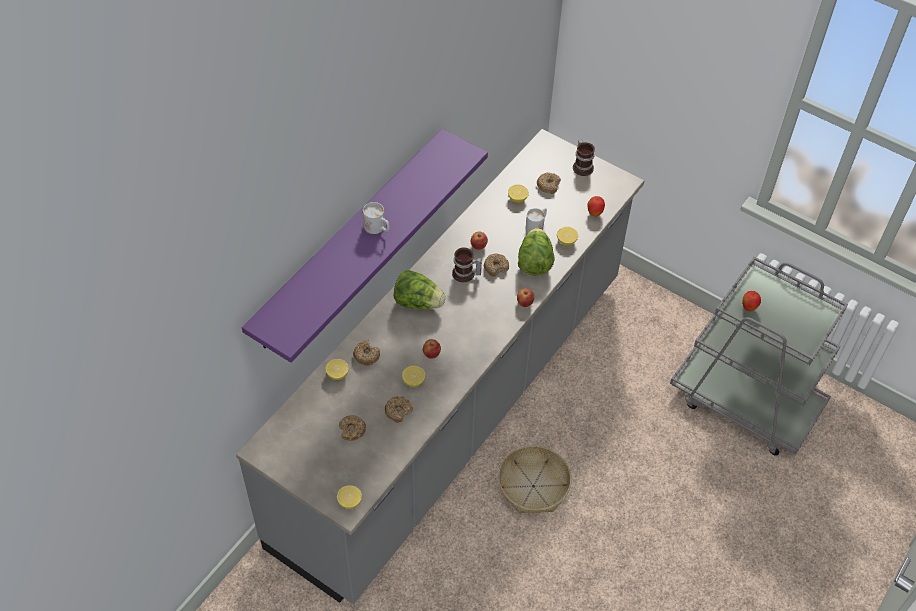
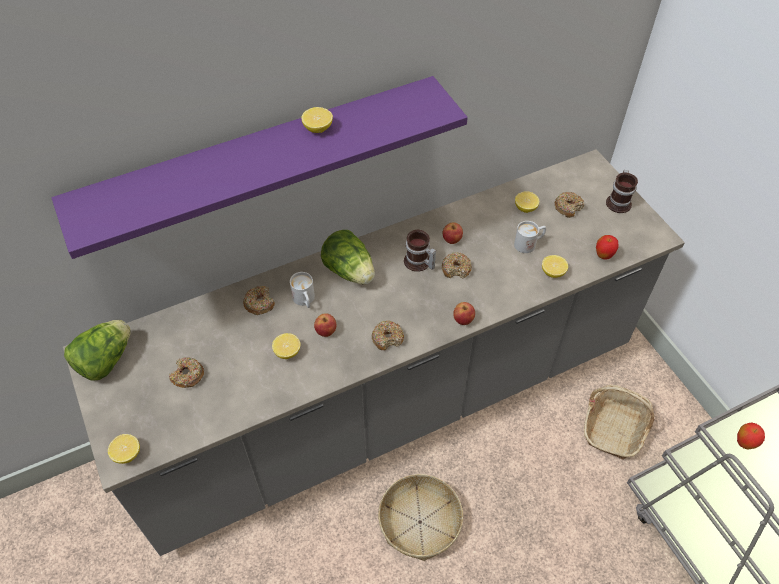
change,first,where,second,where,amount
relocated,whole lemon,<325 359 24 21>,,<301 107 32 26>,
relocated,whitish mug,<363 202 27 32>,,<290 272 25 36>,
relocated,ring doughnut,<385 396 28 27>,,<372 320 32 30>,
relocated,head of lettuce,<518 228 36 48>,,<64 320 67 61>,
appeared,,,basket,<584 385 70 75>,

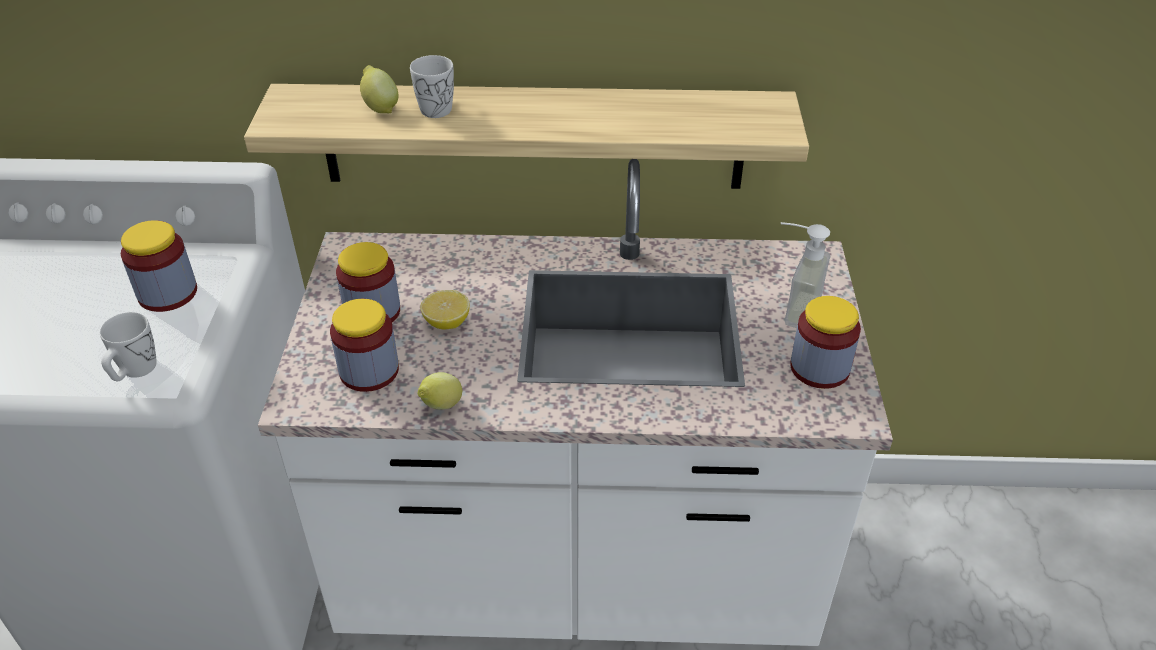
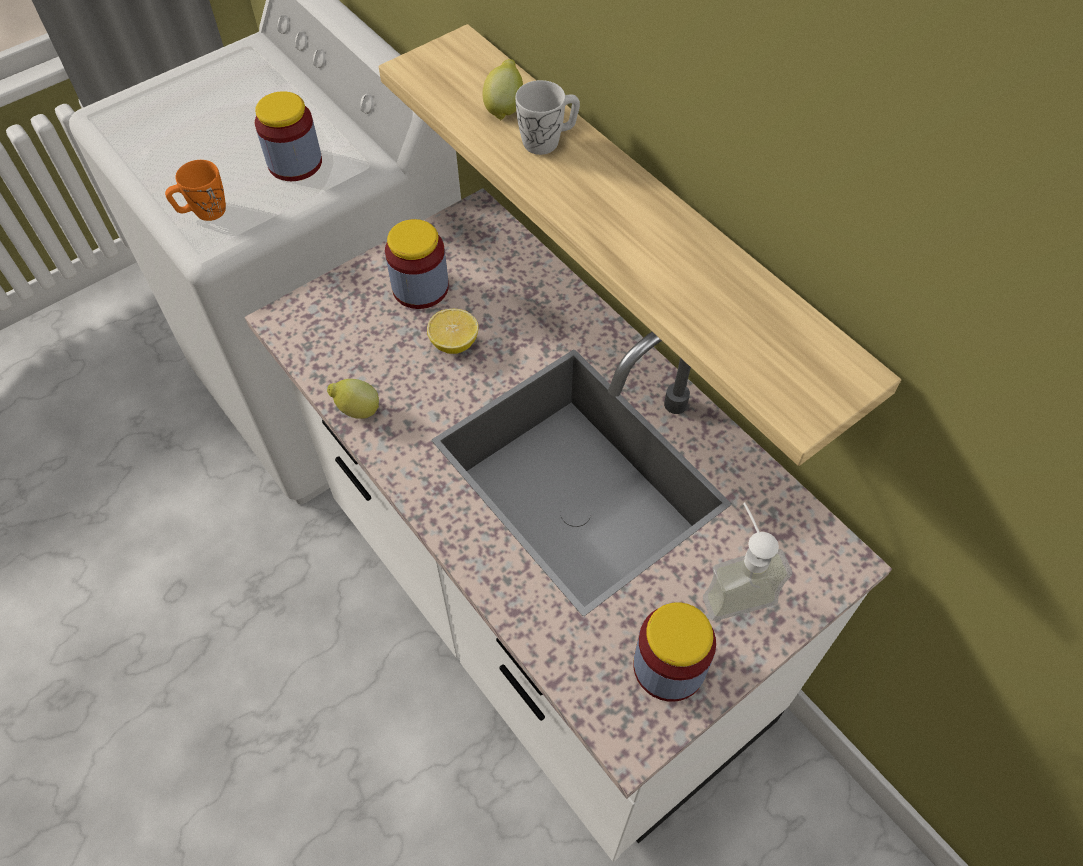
change,first,where,second,where,amount
colour,whitish mug,<100 312 57 69>,orange-coloured mug,<165 160 61 61>,
missing,jar,<330 299 69 93>,,,

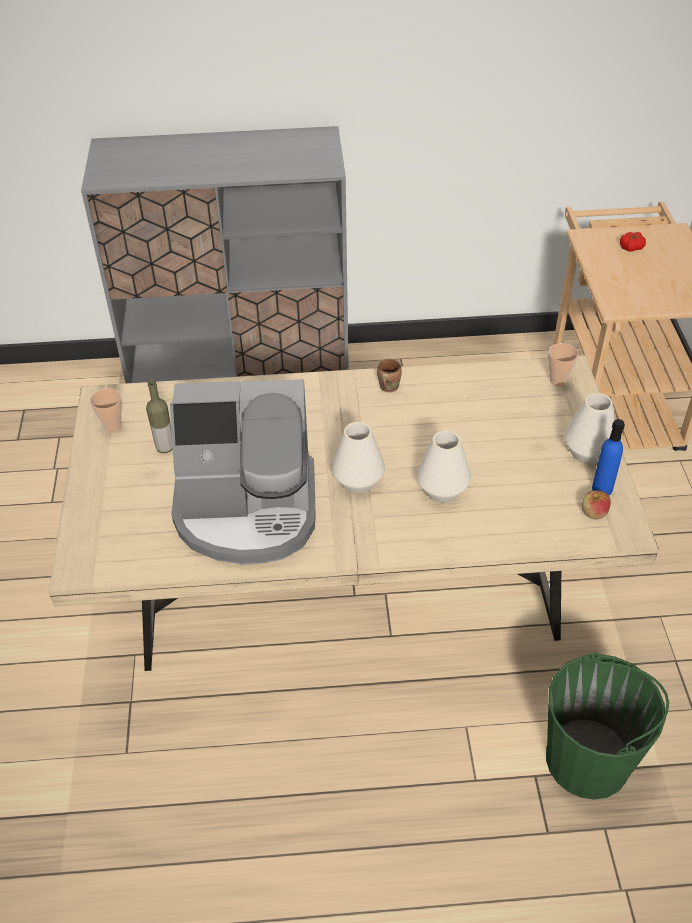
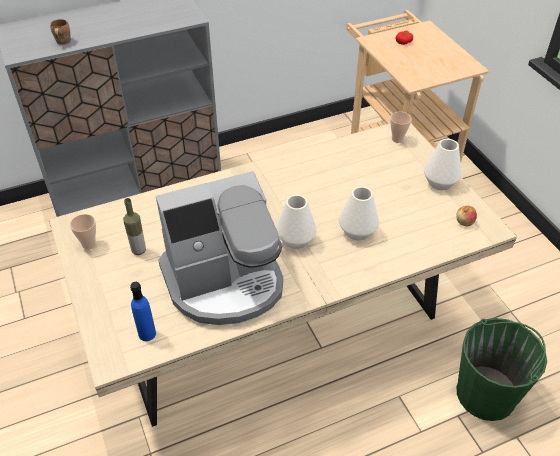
change,first,where,second,where,amount
relocated,brown-coloured mug,<377 359 25 33>,,<50 19 21 26>,
relocated,bluish bottle,<592 419 33 77>,,<130 282 26 59>,

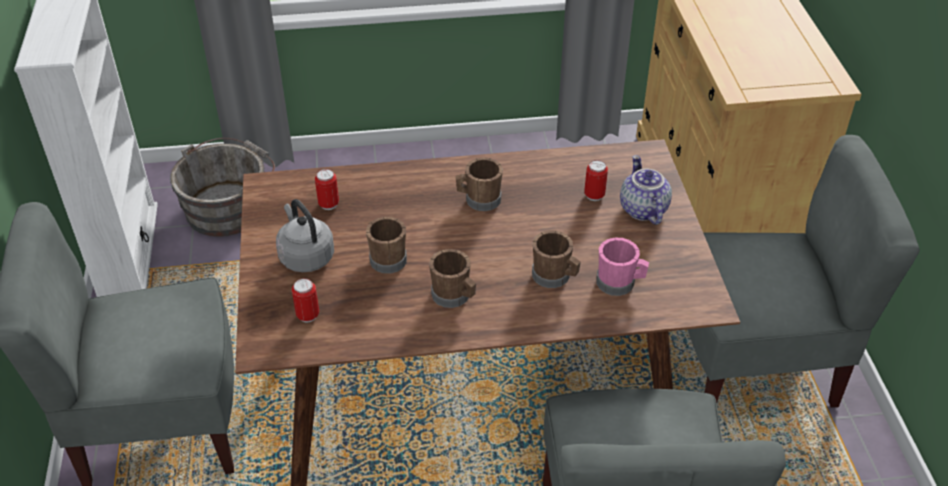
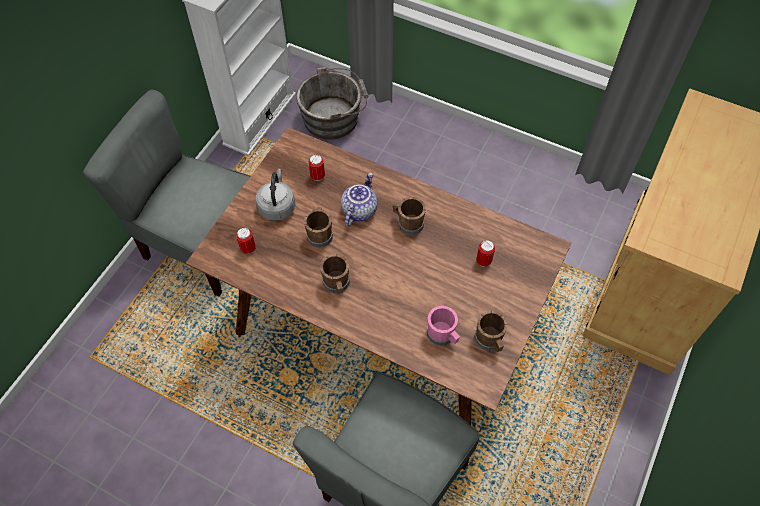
change,first,where,second,where,amount
relocated,brown-coloured mug,<532 230 49 58>,,<474 311 34 41>,
relocated,pot for tea,<620 155 52 70>,,<341 173 37 54>,
missing,gray plain chair,<687 135 233 273>,,,

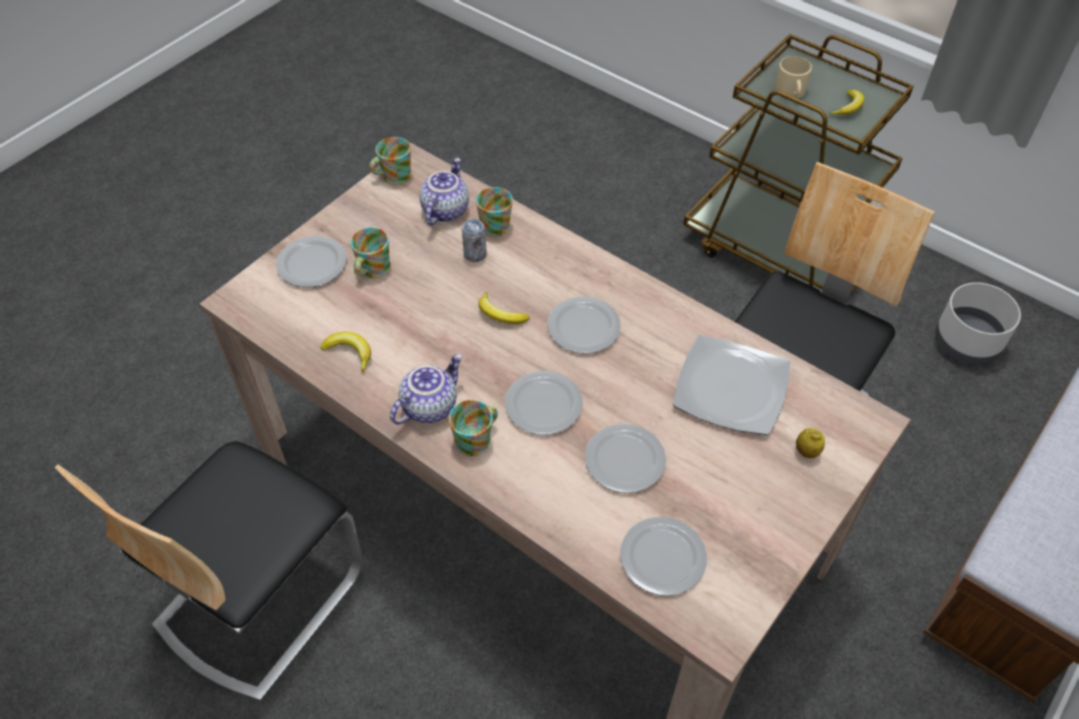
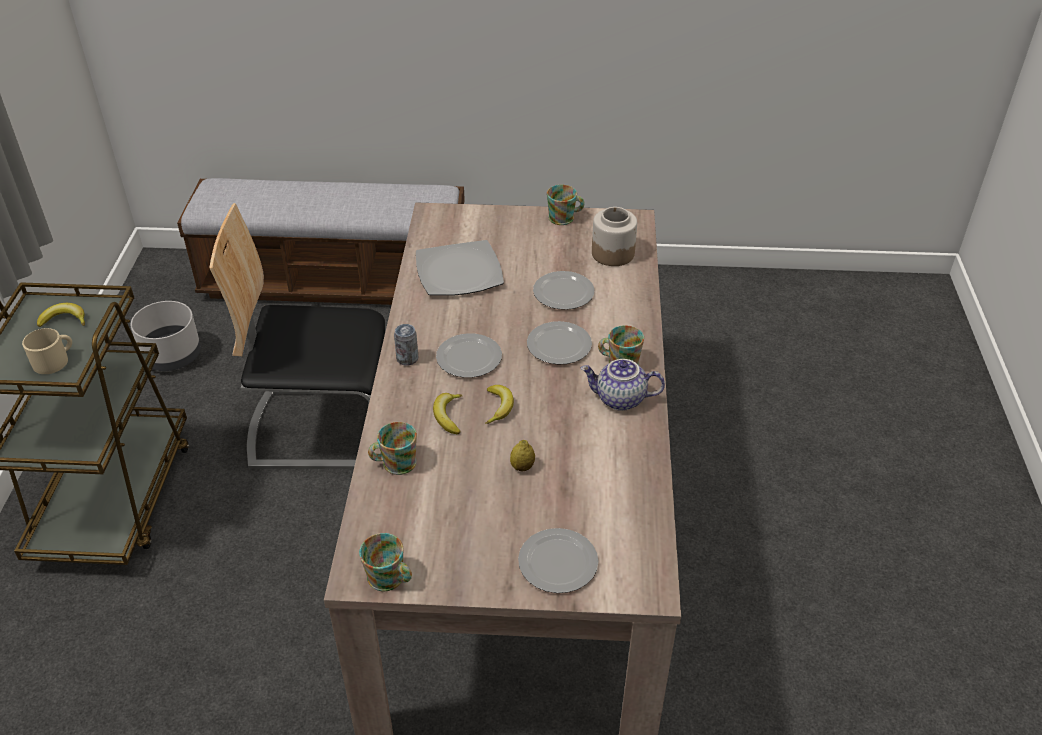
change,first,where,second,where,amount
missing,plain chair,<55 441 308 260>,,,
relocated,whole banana,<321 332 50 41>,,<433 393 29 41>,
relocated,mug,<350 227 41 51>,,<547 185 37 40>,
missing,pot for tea,<419 158 50 68>,,,
relocated,metal can,<462 219 25 43>,,<394 324 24 42>,
exchanged,flat dish,<620 517 87 79>,jar,<592 207 45 59>,
relocated,whole lemon,<796 428 29 30>,,<510 440 25 32>,

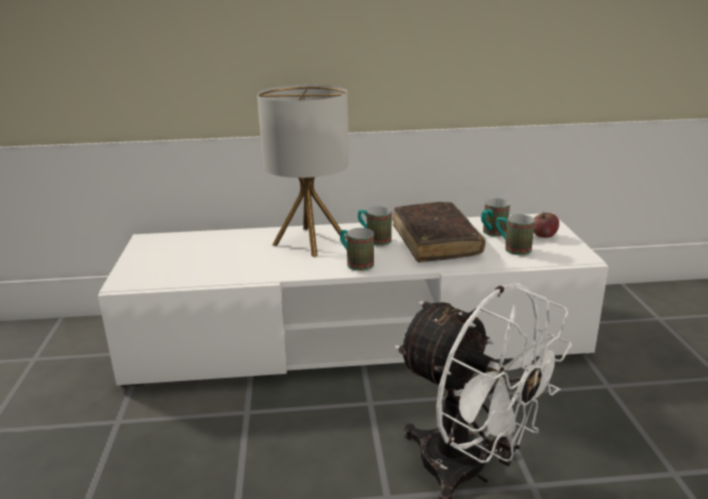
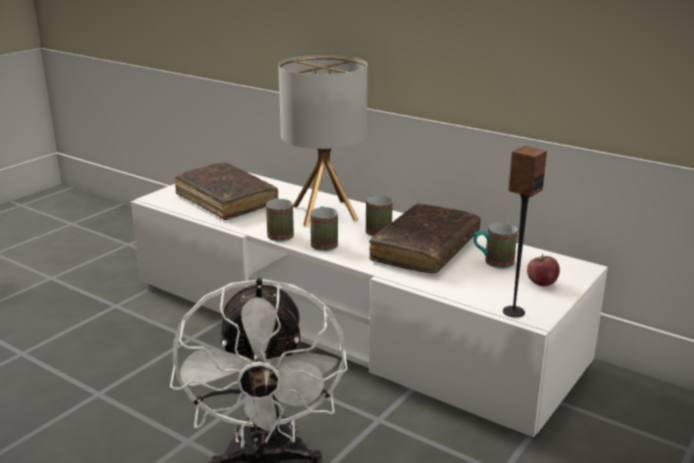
change,first,where,second,where,amount
relocated,mug,<496 214 39 41>,,<266 198 28 43>,
appeared,,,brown-coloured volume,<175 162 103 58>,
appeared,,,loudspeaker,<503 146 44 172>,

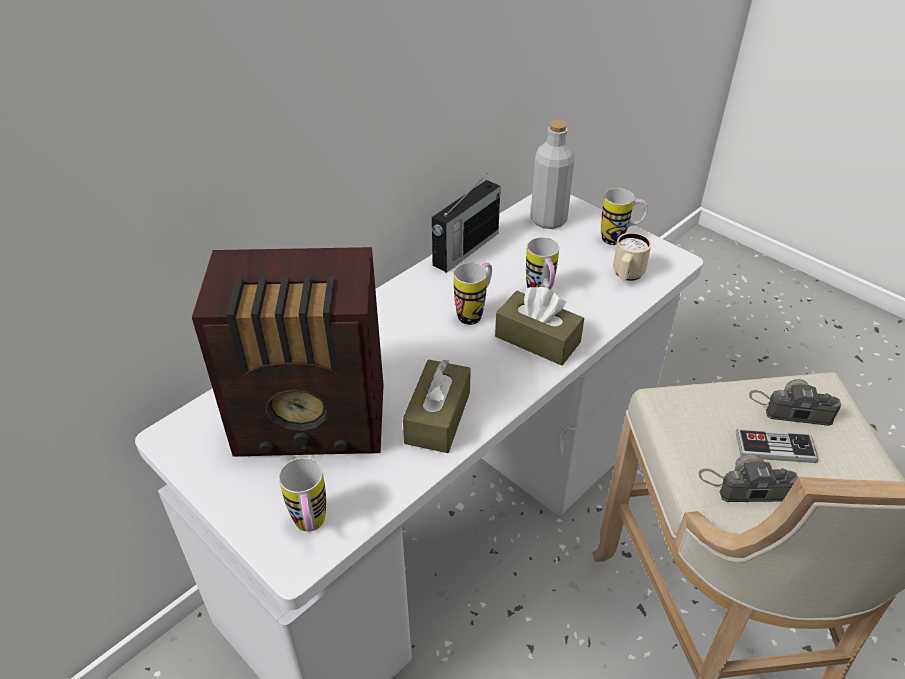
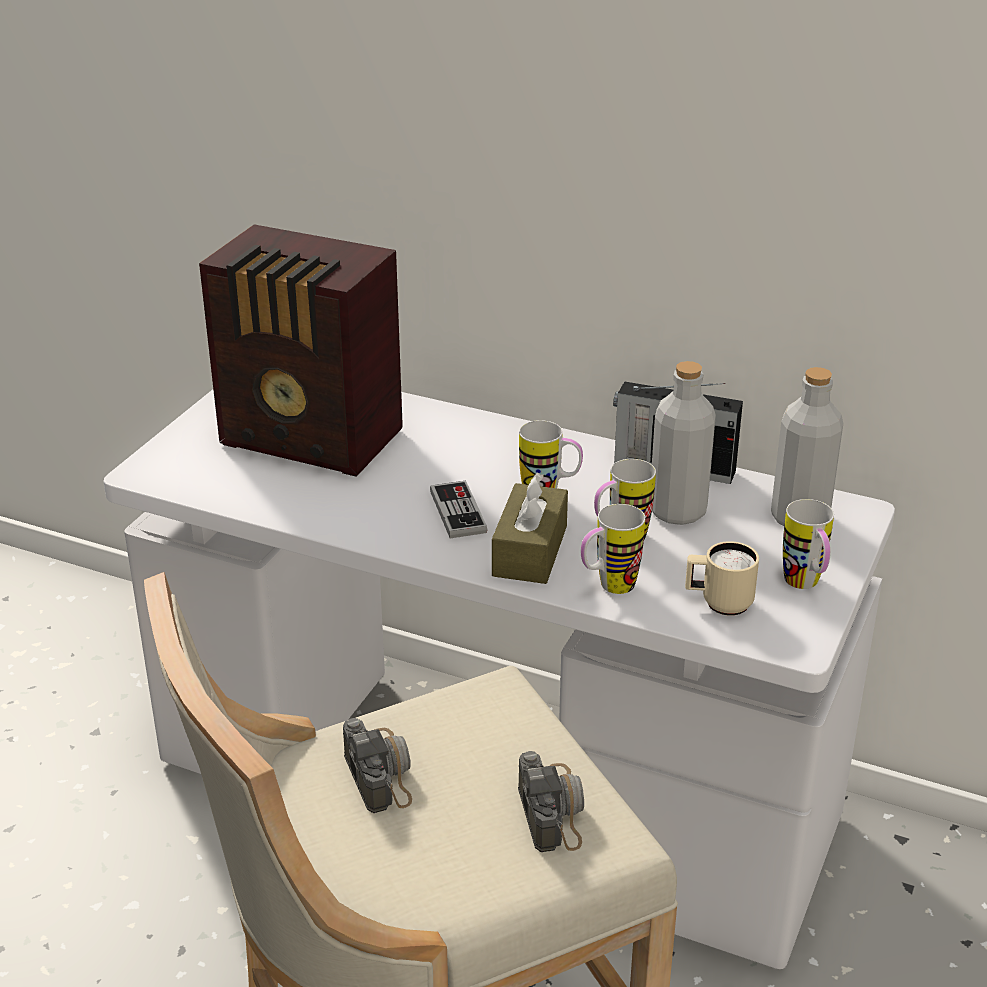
change,first,where,second,where,amount
spun,radio set,<191 247 193 210>,,<199 224 204 253>,45 degrees counterclockwise
relocated,mug,<279 458 47 74>,,<581 504 64 90>,
missing,brown-coloured tissue holder,<403 359 68 94>,,,
relocated,gamepad,<736 429 82 34>,,<430 481 57 57>,
appeared,,,gray bottle,<652 361 64 164>,

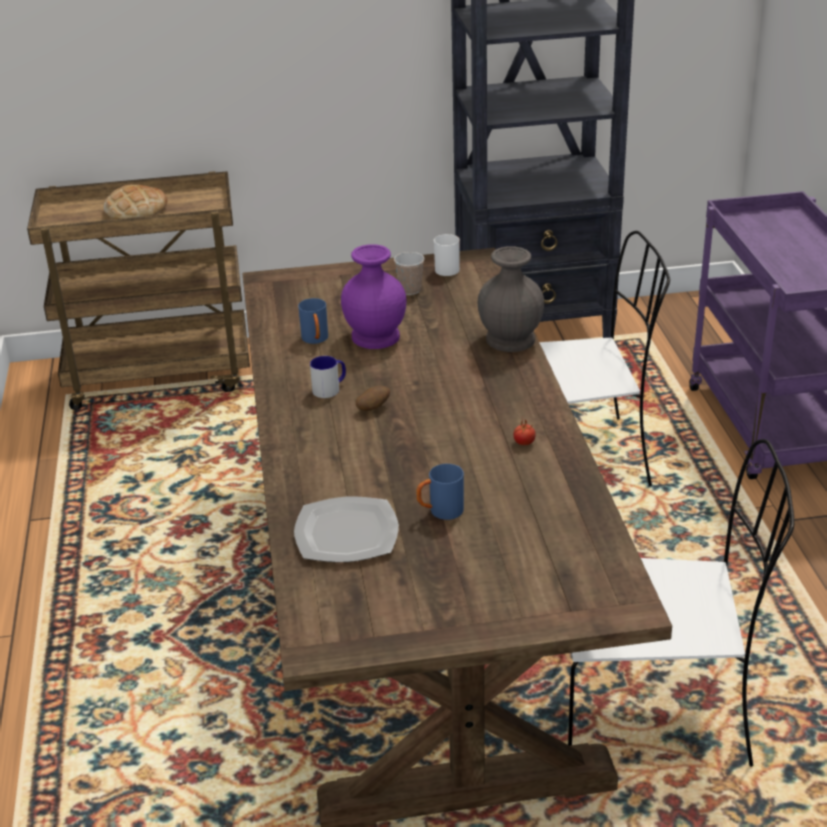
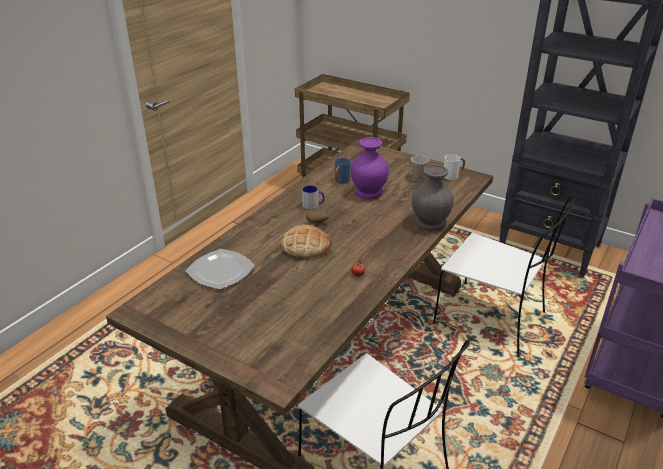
change,first,where,second,where,amount
relocated,bread,<103 184 64 35>,,<281 224 51 34>,
missing,bluish mug,<416 464 48 56>,,,

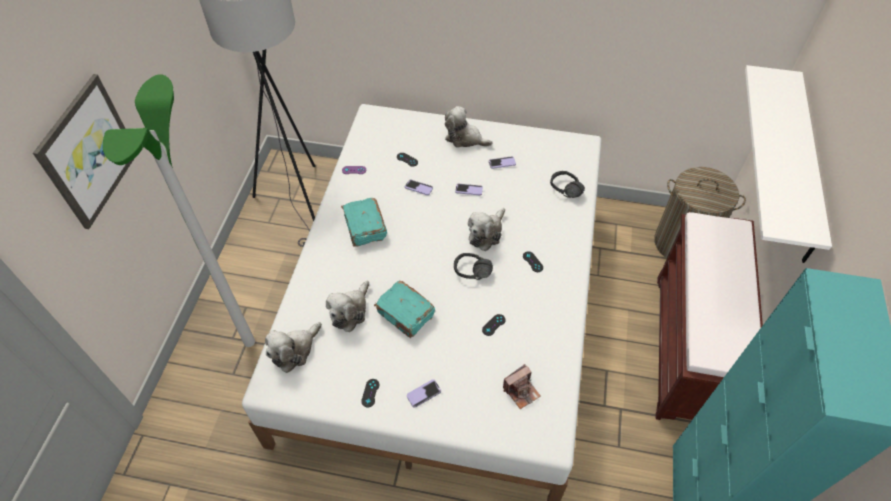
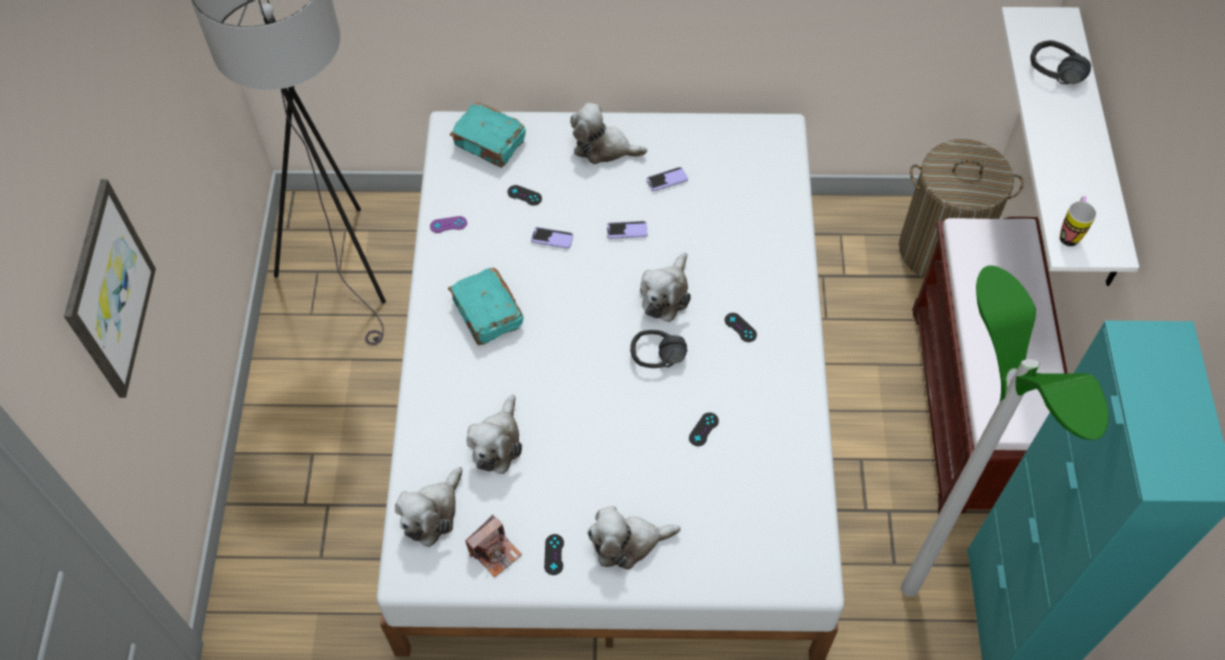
change,first,where,second,where,amount
relocated,standing lamp,<103 74 152 273>,,<901 265 208 332>,
relocated,turquoise-coloured volume,<374 281 61 57>,,<450 102 76 66>,
exchanged,phone,<407 379 34 29>,soft toy,<587 506 94 63>,
relocated,still camera,<503 364 38 45>,,<465 515 57 62>,
relocated,black headphones,<550 171 35 27>,,<1030 40 61 44>,
appeared,,,mug,<1060 196 36 50>,

